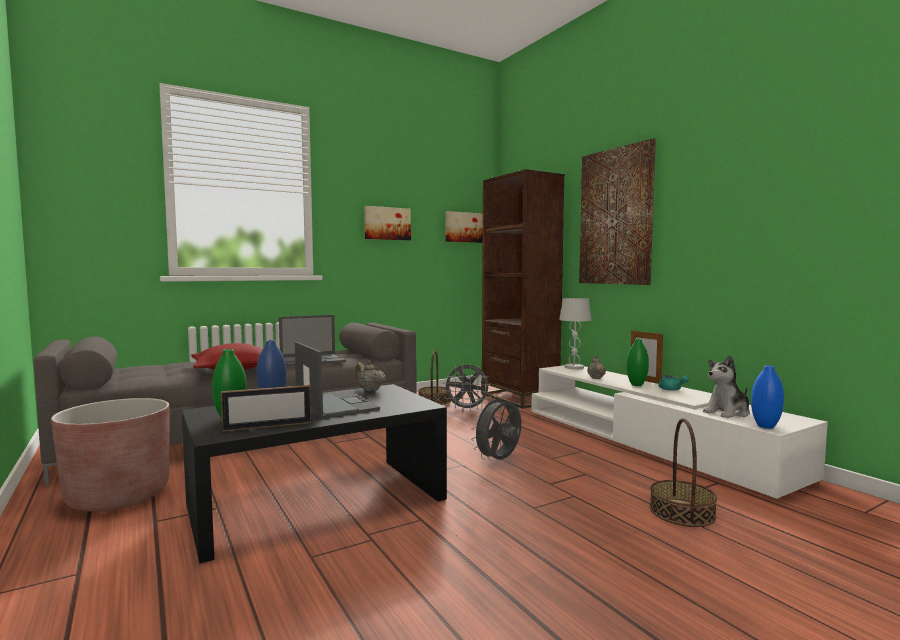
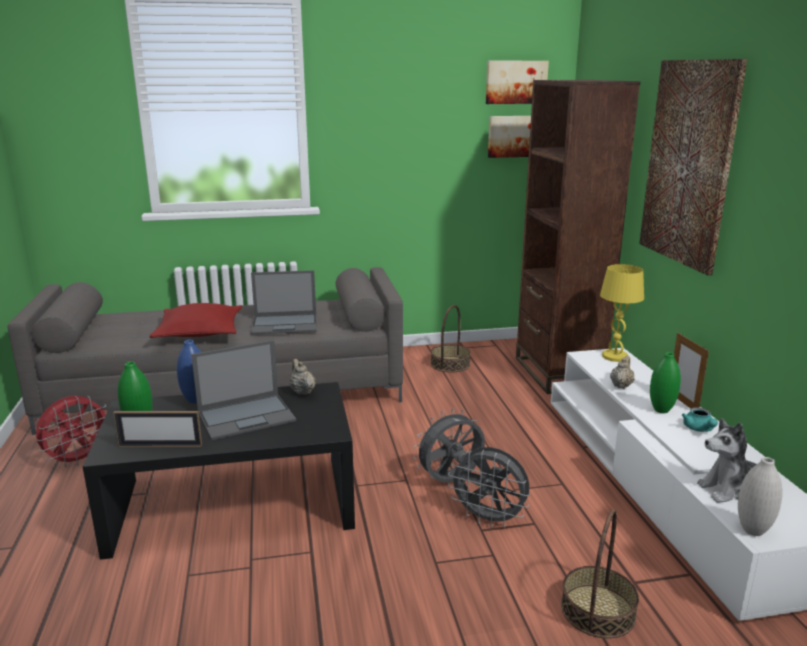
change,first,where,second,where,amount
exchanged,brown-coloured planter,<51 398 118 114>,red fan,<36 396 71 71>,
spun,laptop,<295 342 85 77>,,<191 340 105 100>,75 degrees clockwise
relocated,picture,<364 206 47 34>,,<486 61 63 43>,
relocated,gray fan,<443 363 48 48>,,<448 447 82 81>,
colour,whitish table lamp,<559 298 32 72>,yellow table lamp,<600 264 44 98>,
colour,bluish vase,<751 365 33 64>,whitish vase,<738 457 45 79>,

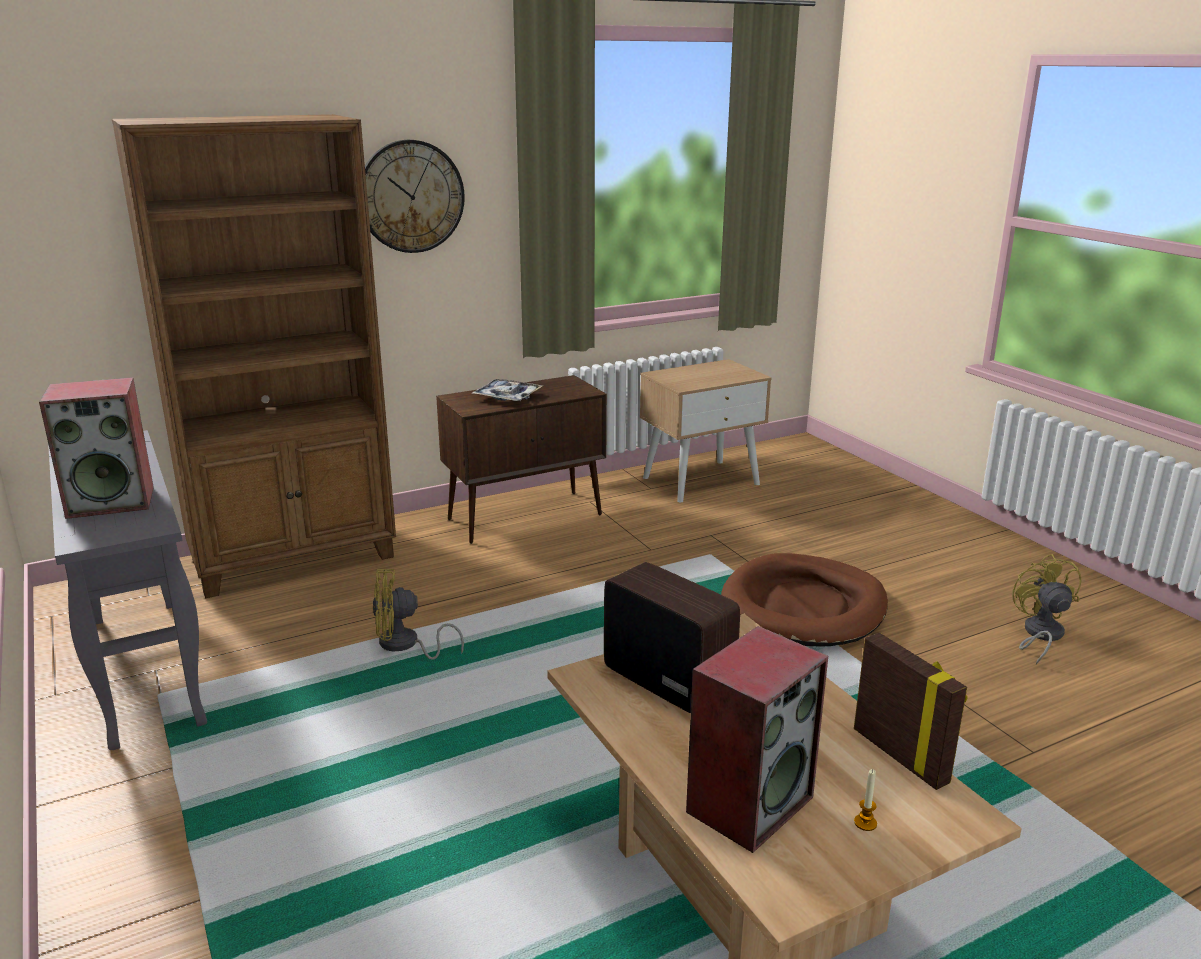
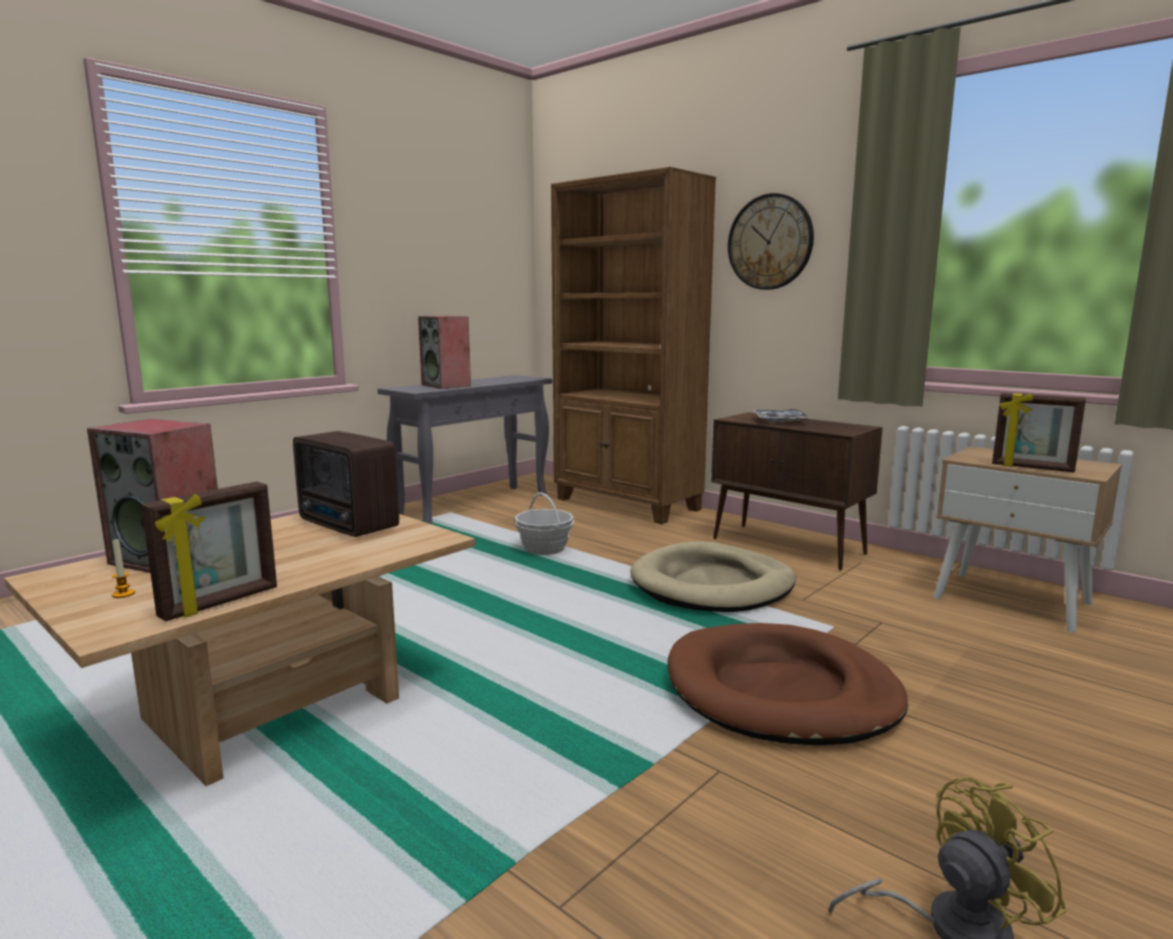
change,first,where,second,where,amount
exchanged,yellow fan,<373 569 91 91>,basket,<515 492 59 63>,
spun,radio set,<604 562 136 152>,,<293 431 106 106>,105 degrees clockwise
appeared,,,beige-coloured dog cushion,<630 541 166 71>,
appeared,,,standing frame,<992 393 94 80>,

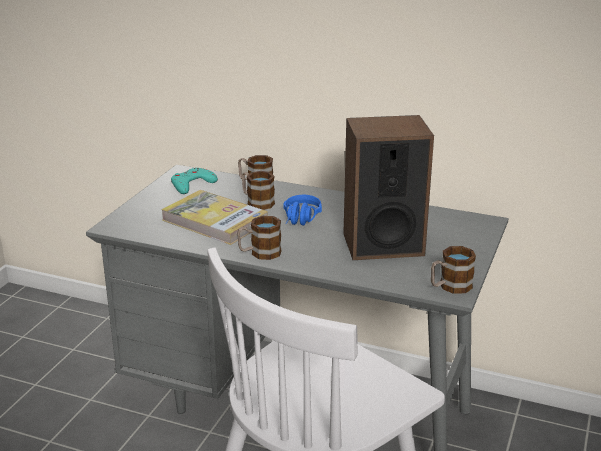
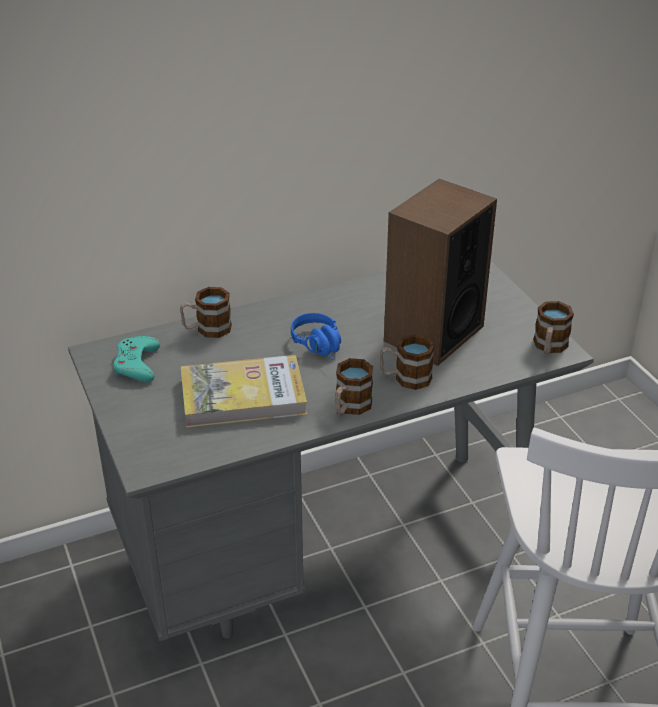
change,first,where,second,where,amount
relocated,mug,<242 171 33 39>,,<380 334 55 56>,

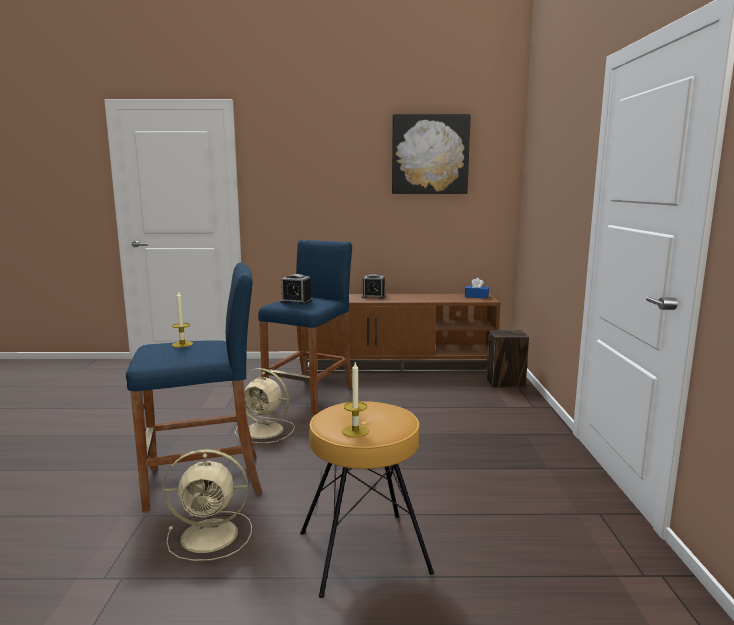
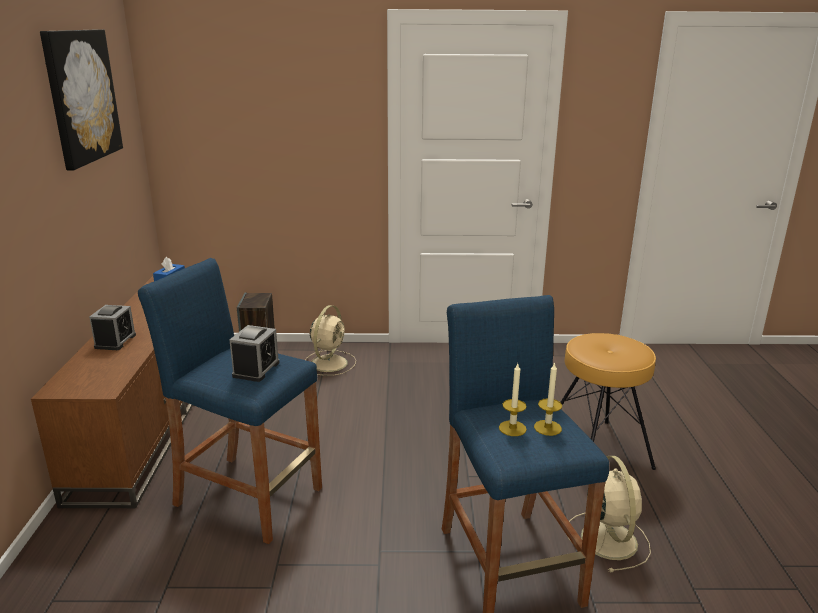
change,first,where,second,where,amount
relocated,beige-coloured fan,<235 368 60 75>,,<305 305 51 71>,
relocated,candle,<342 362 27 75>,,<534 362 28 74>,

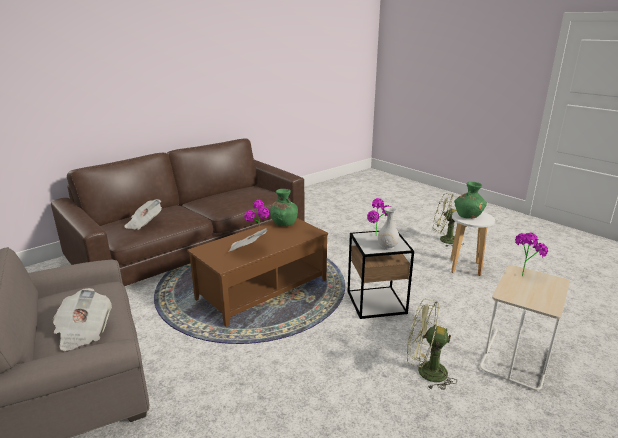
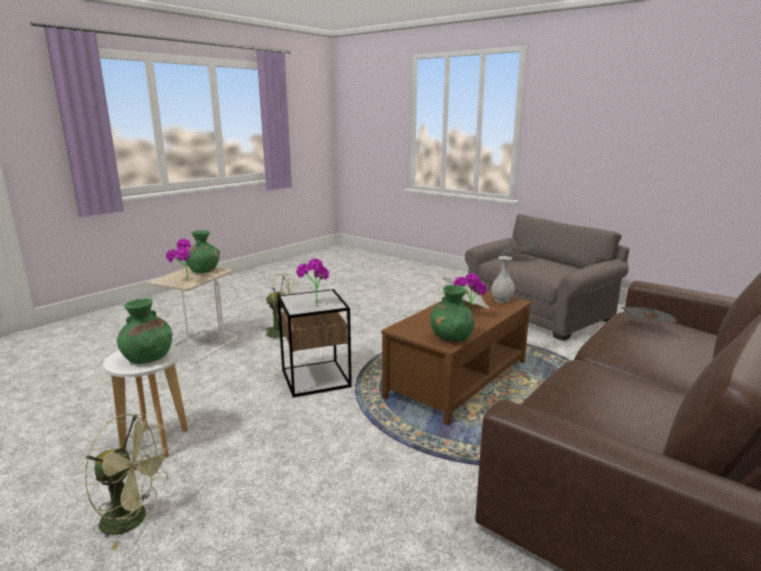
change,first,where,second,where,amount
relocated,whitish vase,<378 207 21 43>,,<491 256 24 47>,
appeared,,,greenish vase,<184 230 36 43>,

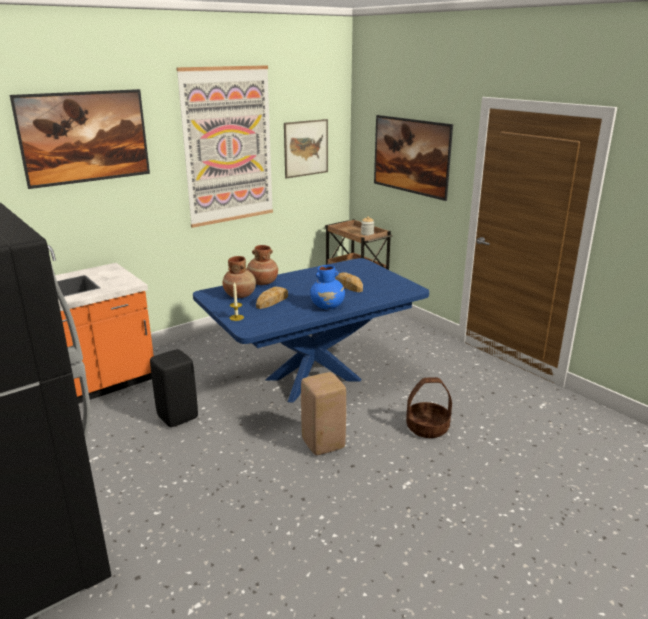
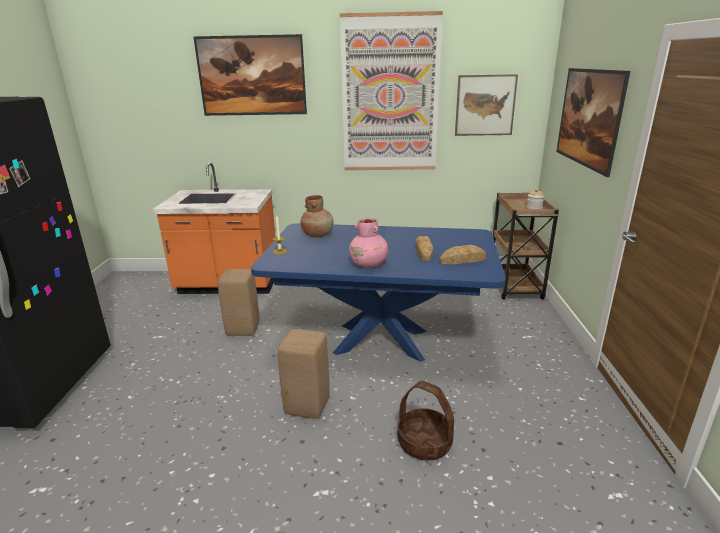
change,first,where,second,where,amount
colour,black stool seat,<150 349 48 78>,beige-coloured stool seat,<218 269 42 67>,
missing,brown-coloured vase,<246 245 32 40>,,,
relocated,bread,<256 287 32 22>,,<439 245 48 19>,
colour,bluish vase,<310 265 35 44>,pink-coloured vase,<349 218 39 50>,

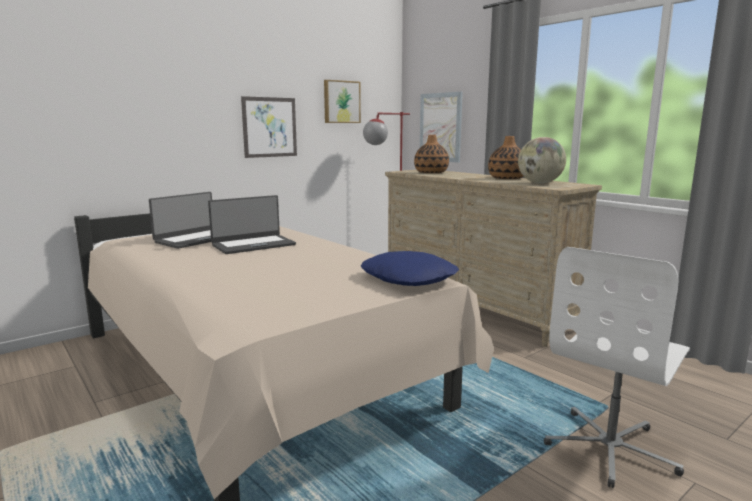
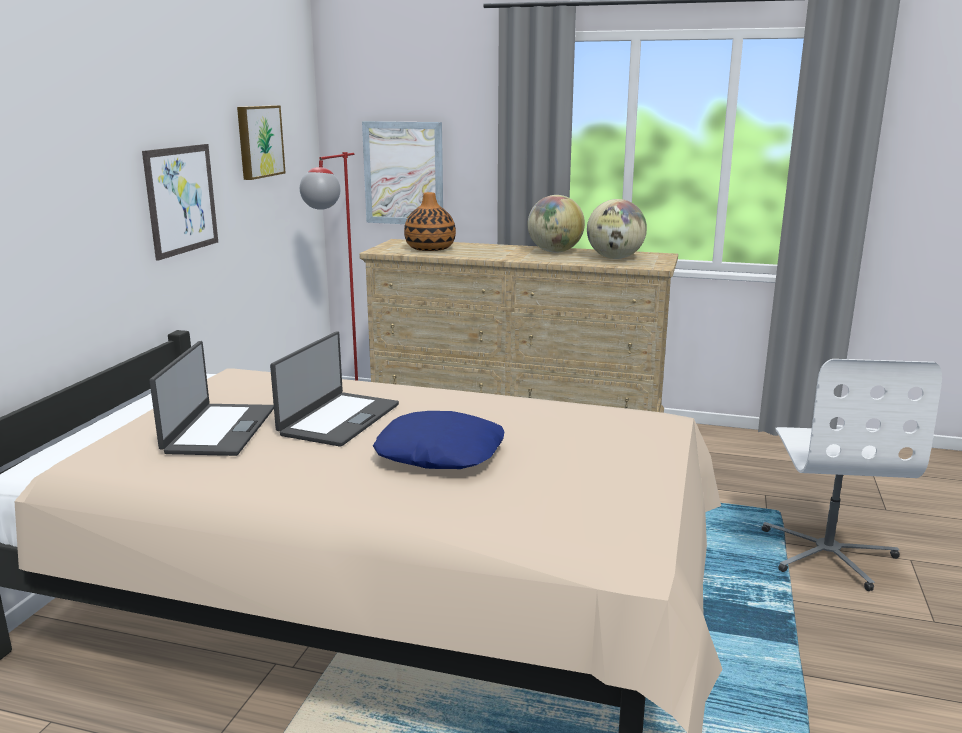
change,first,where,second,where,amount
relocated,bluish cushion,<361 251 98 35>,,<373 411 131 58>,
exchanged,vase,<488 136 35 43>,world globe,<528 195 57 58>,

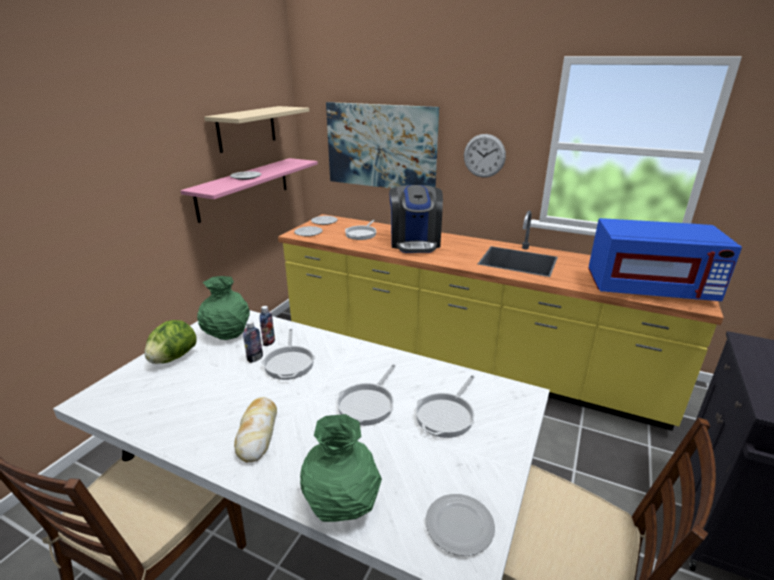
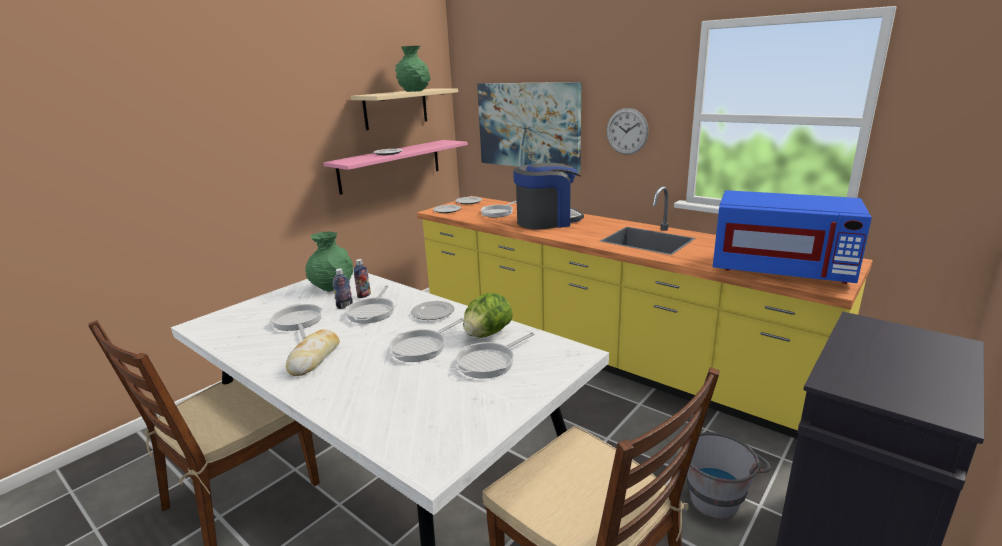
change,first,where,second,where,amount
relocated,head of lettuce,<144 320 53 44>,,<463 293 50 44>,
relocated,greenish vase,<300 414 82 108>,,<395 46 35 46>,
spun,coffee machine,<389 185 54 68>,,<513 163 71 67>,120 degrees counterclockwise
relocated,flat dish,<425 494 70 62>,,<411 301 43 19>,
appeared,,,skillet,<269 304 54 35>,
appeared,,,gray water bucket,<687 432 84 87>,

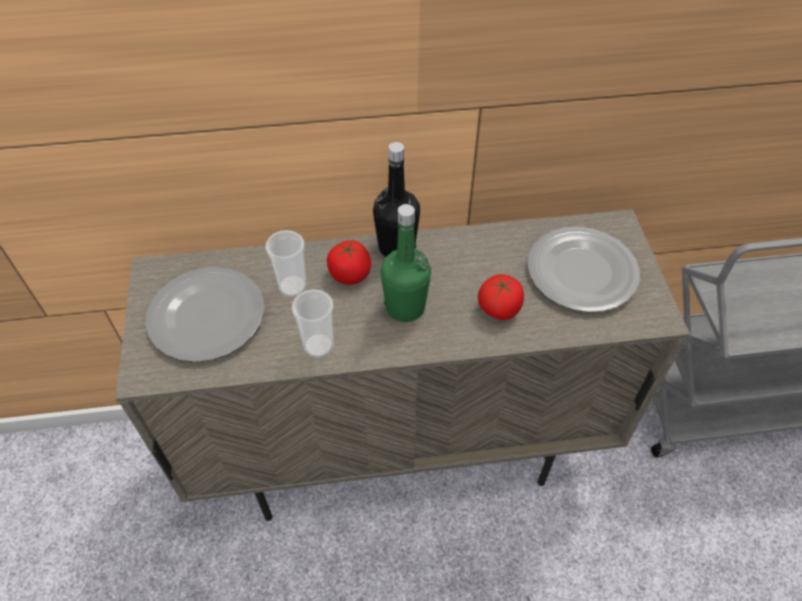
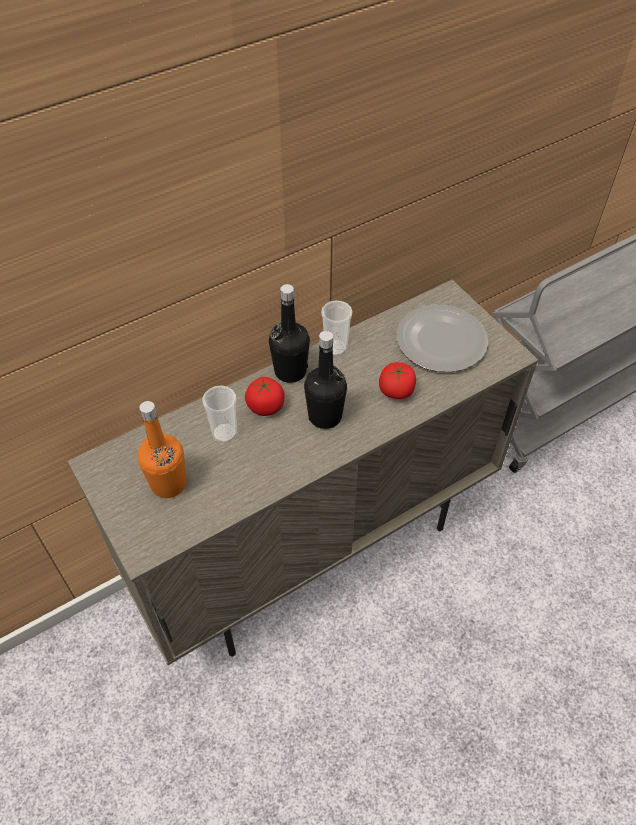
change,first,where,second,where,amount
exchanged,flat dish,<146 267 118 95>,orange-coloured bottle,<138 401 48 97>,
relocated,cup,<292 289 42 69>,,<321 300 32 56>,
colour,greenish bottle,<380 204 51 118>,black bottle,<304 331 43 98>,

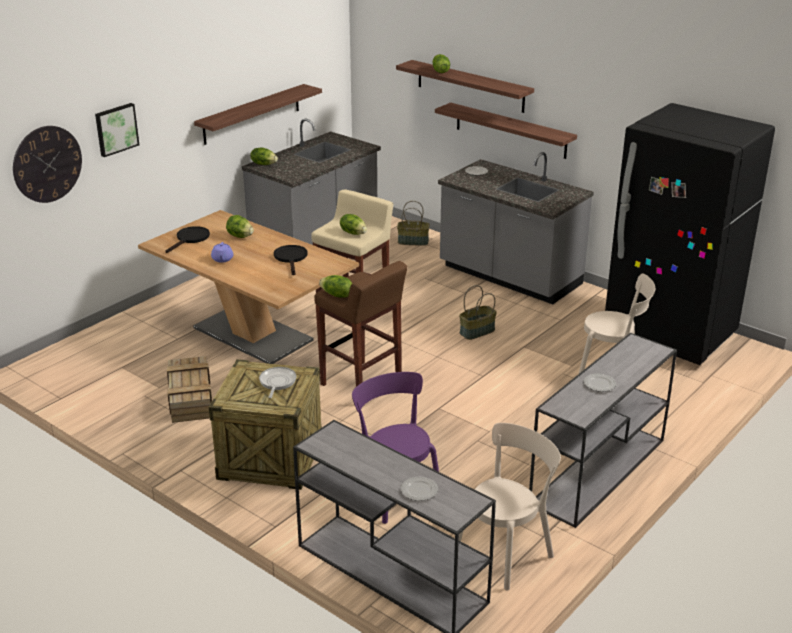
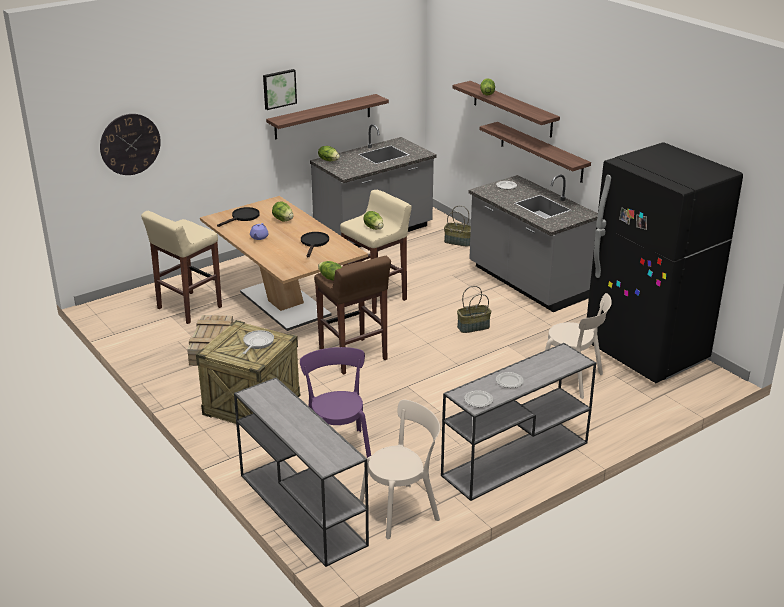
change,first,where,second,where,amount
relocated,picture,<95 103 44 54>,,<263 69 34 41>,
relocated,flat dish,<401 477 37 24>,,<464 390 29 17>,
appeared,,,beige-coloured stool seat,<141 211 81 113>,

